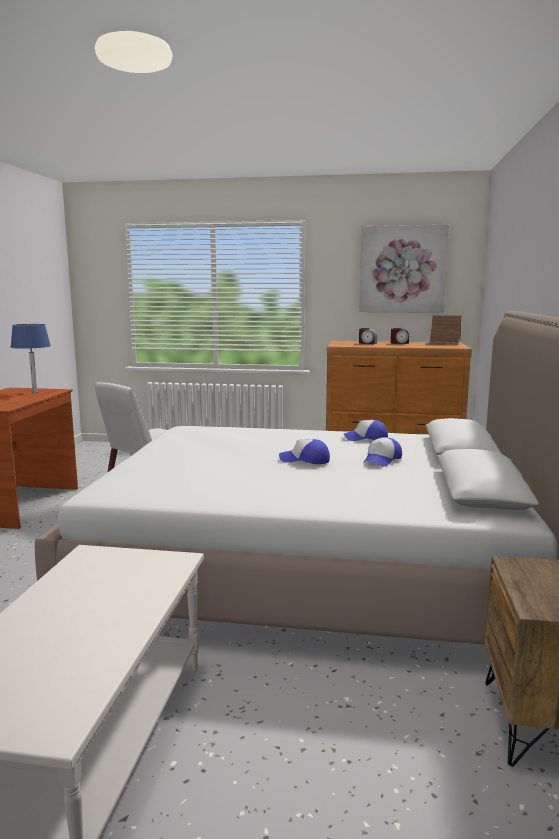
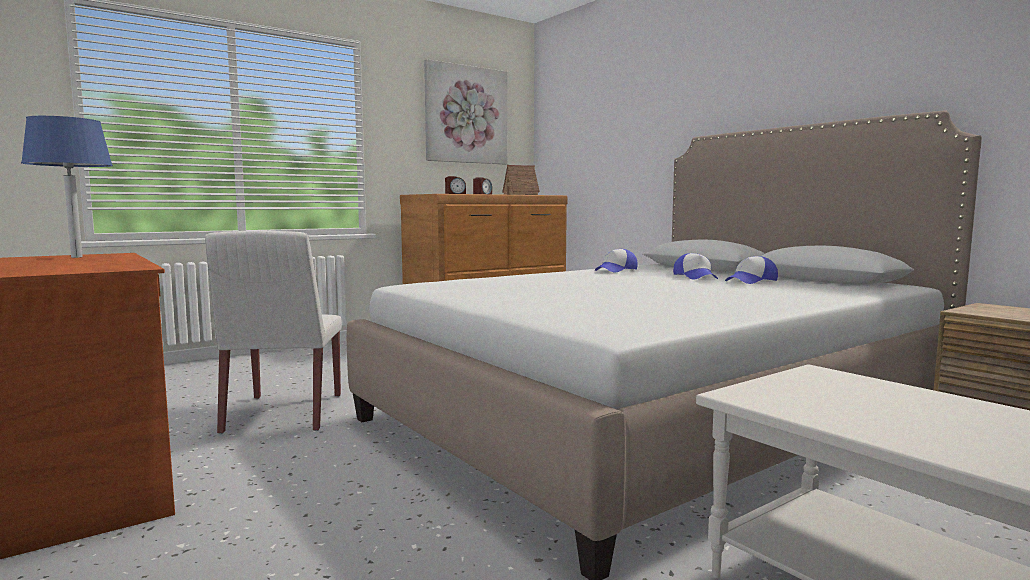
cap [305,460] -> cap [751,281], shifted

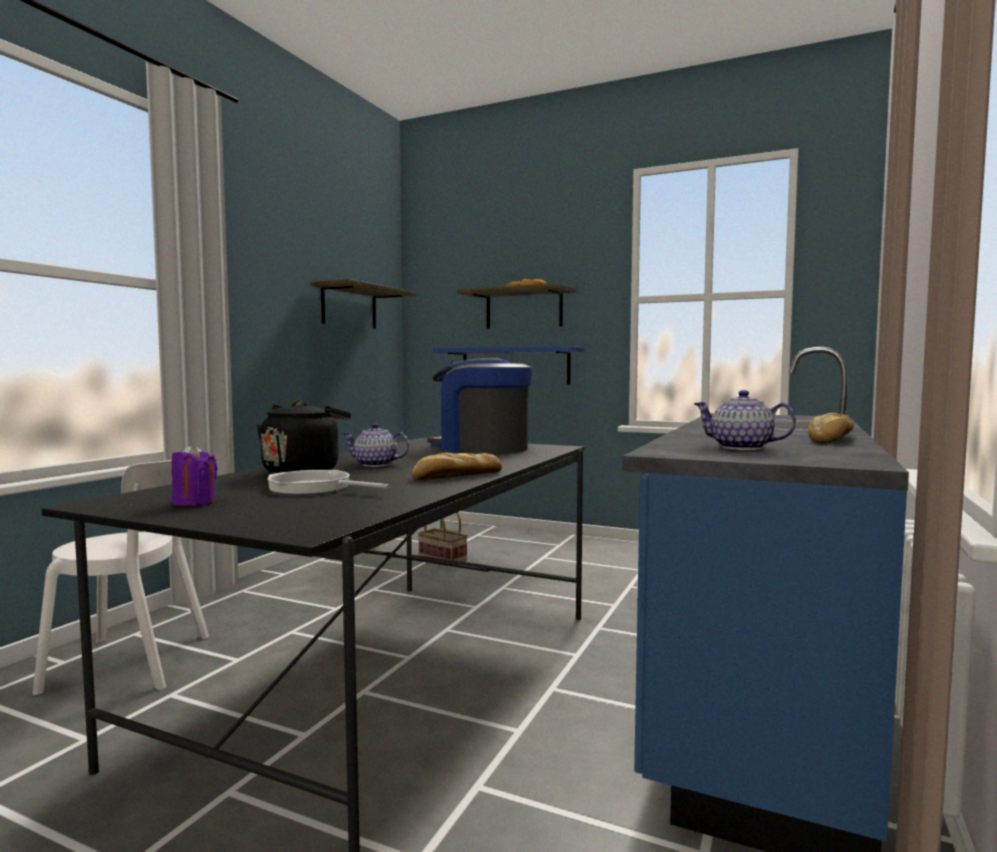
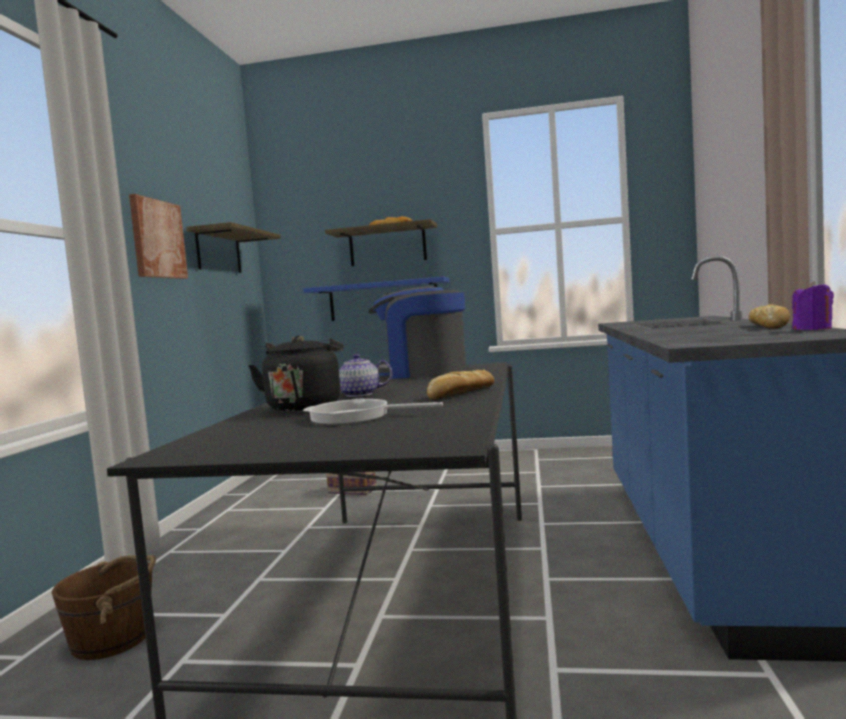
white chair [137,662] -> brown bucket [113,639]
purple candle [195,503] -> purple candle [812,329], shifted
teapot [742,447] -> none
none -> picture [157,239]

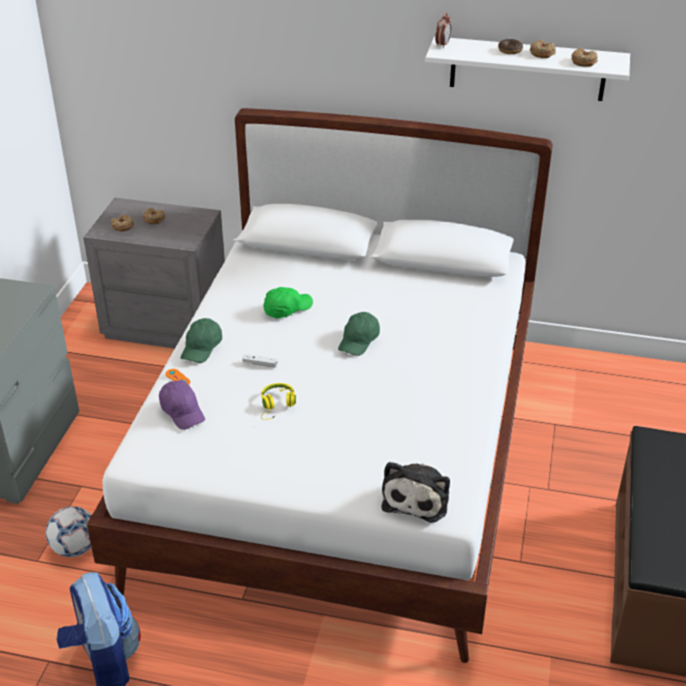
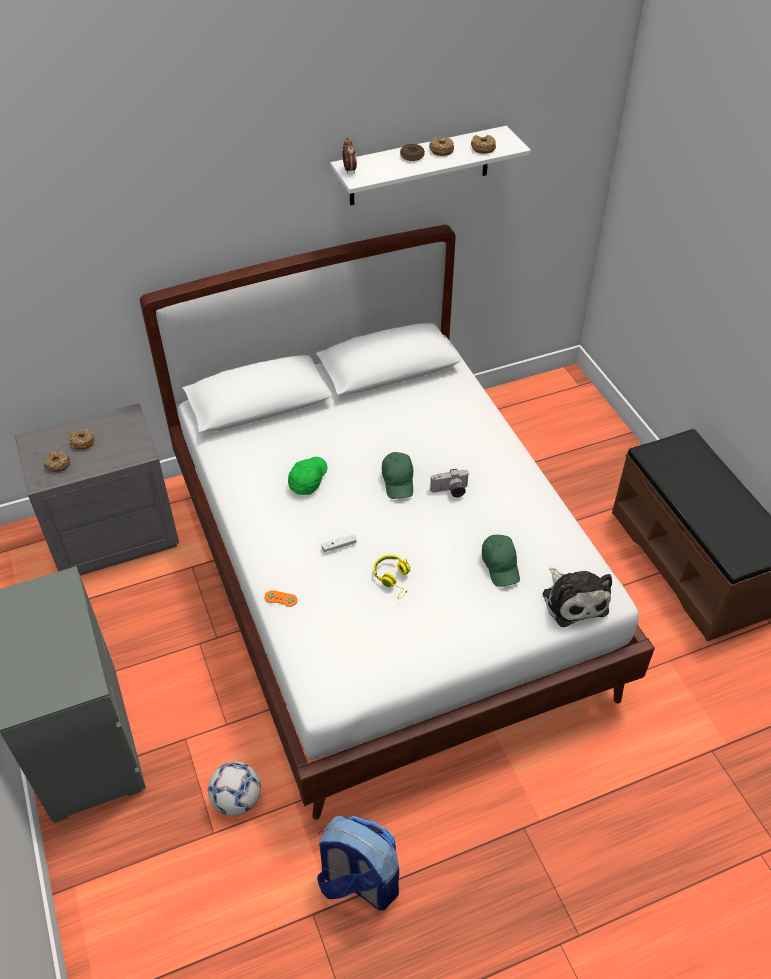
purple cap [182,411] -> none
green cap [202,348] -> green cap [500,565], shifted
none -> photo camera [450,491]

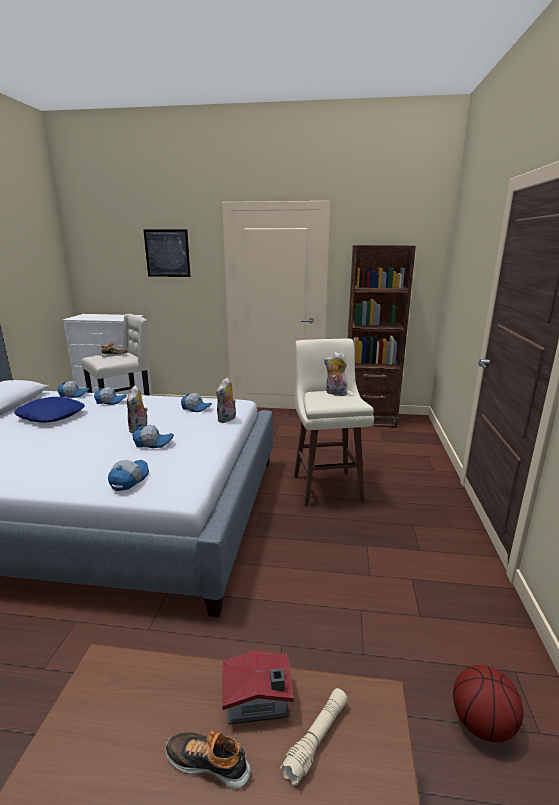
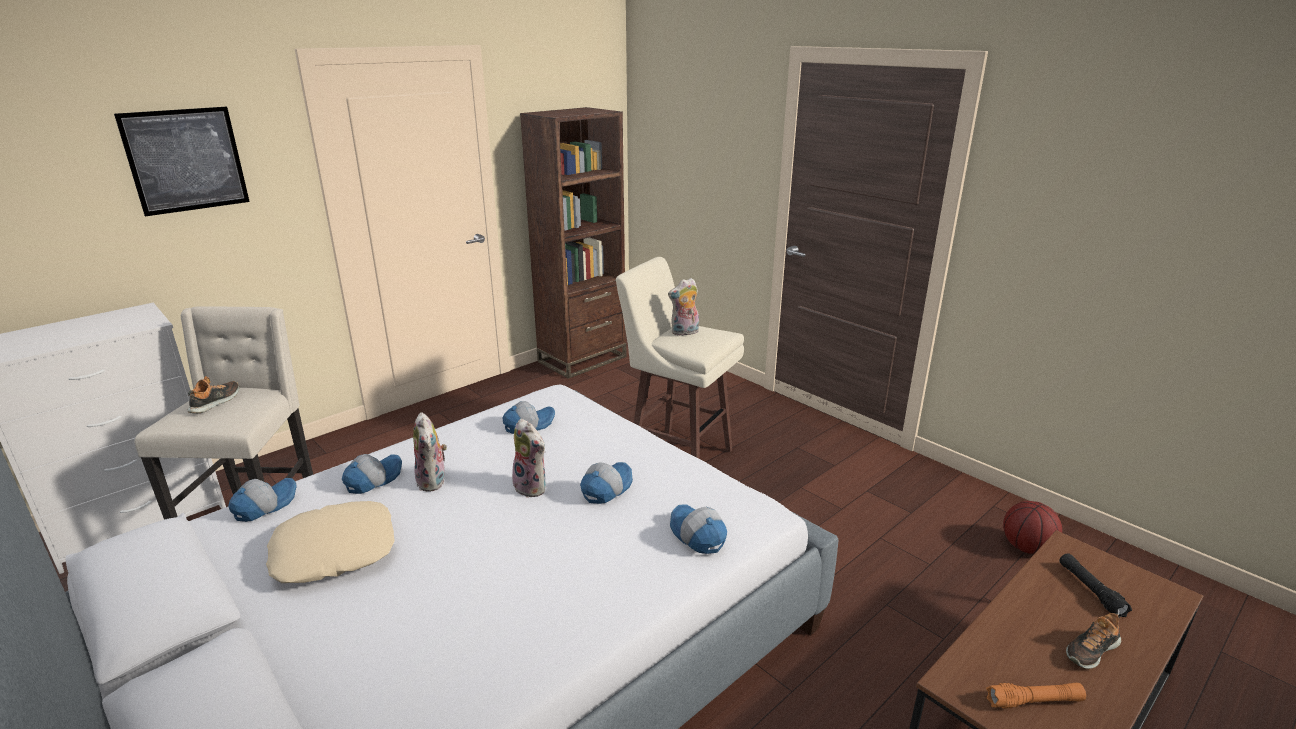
blue pillow [52,416] -> beige pillow [334,551]
plush toy [227,419] -> plush toy [434,481], shifted
toy house [259,703] -> none
beige flashlight [316,739] -> black flashlight [1090,590]
none -> orange flashlight [1034,701]

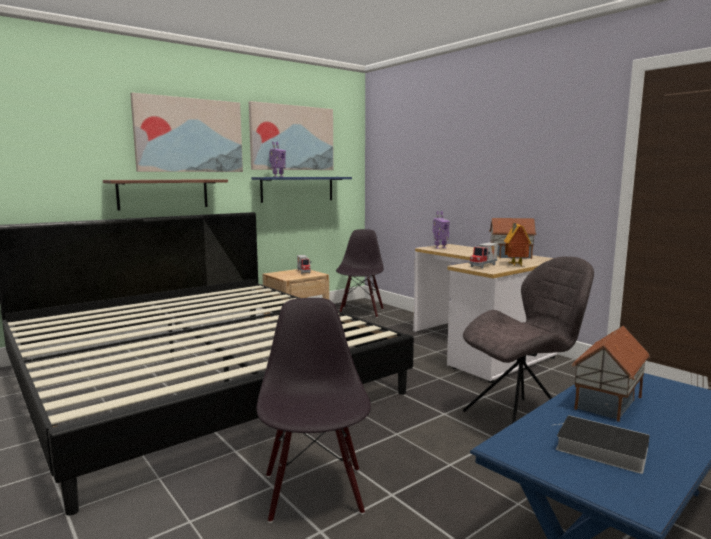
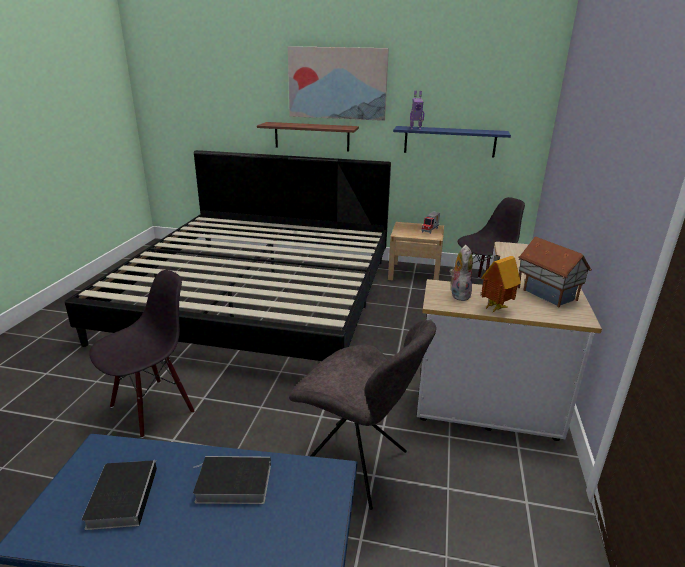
picture [292,138] -> none
toy robot [439,248] -> none
toy truck [484,266] -> plush toy [458,294]
toy house [609,403] -> book [231,484]

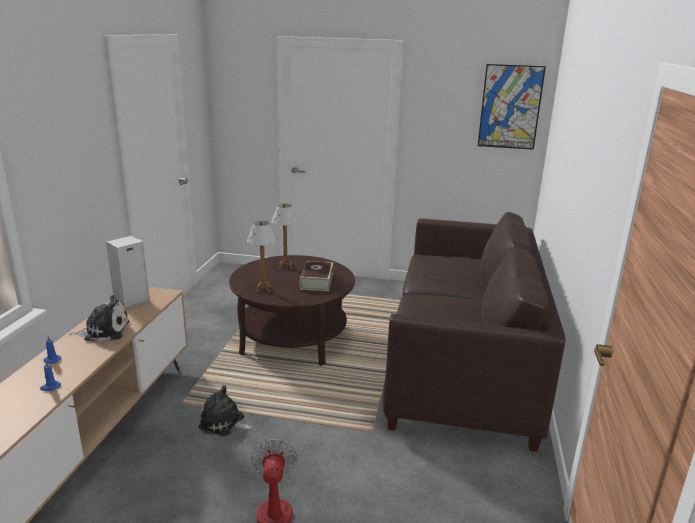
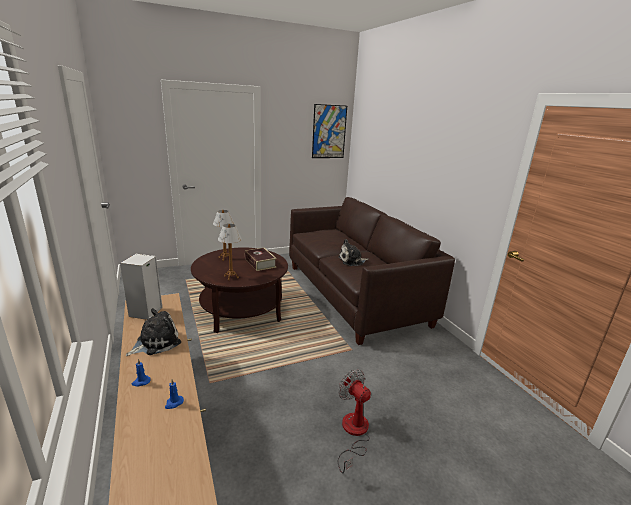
plush toy [224,424] -> plush toy [352,261], shifted

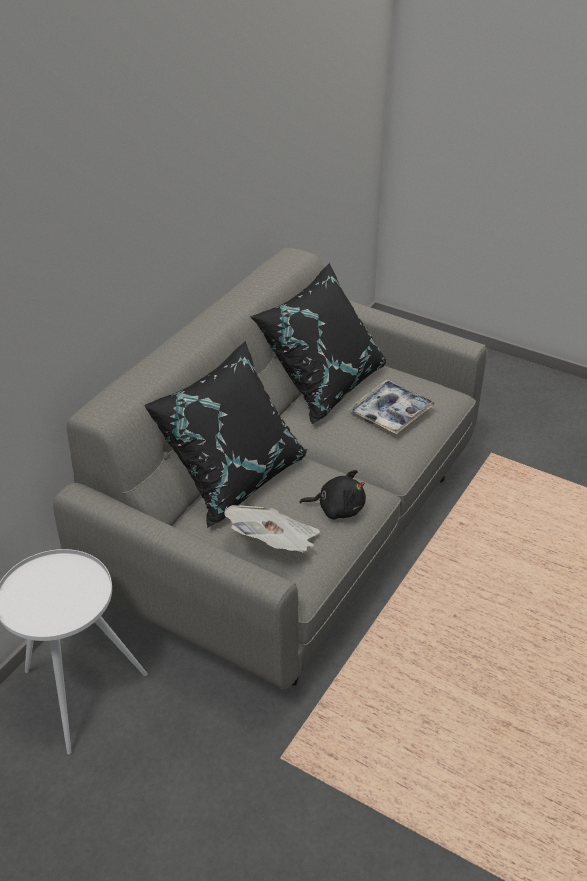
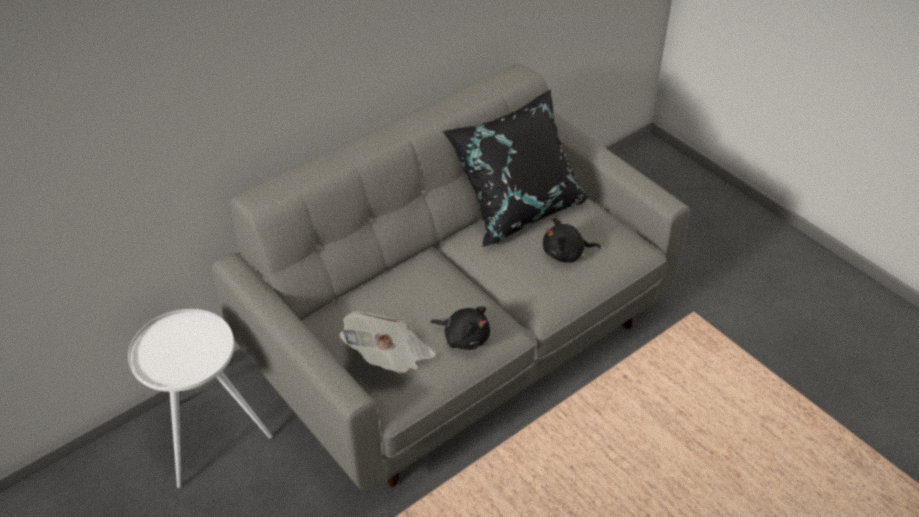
black pillow [232,476] -> none
tray [391,413] -> black plush toy [566,254]

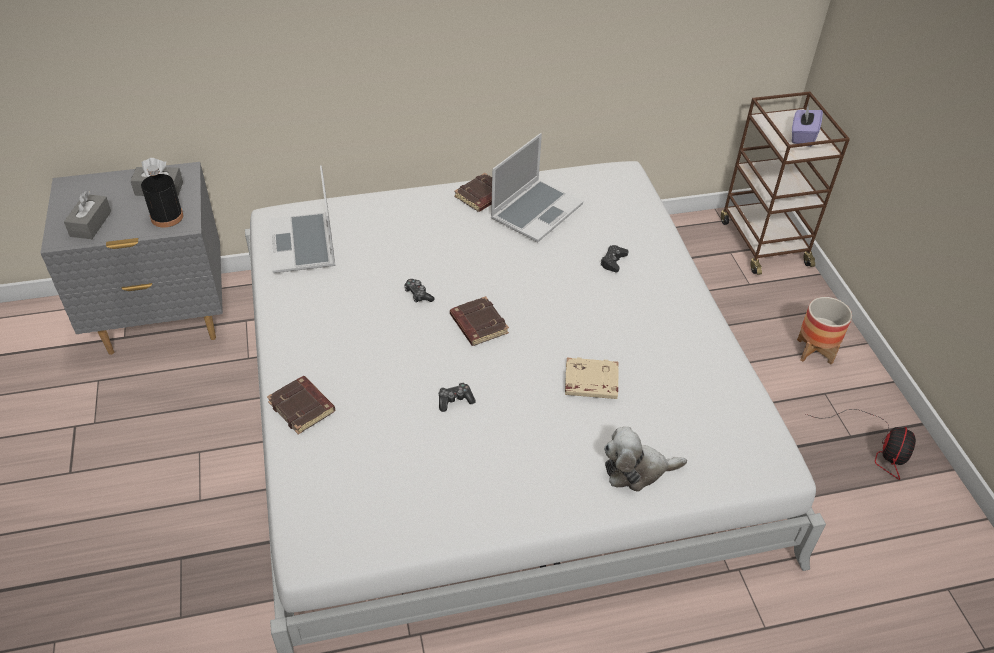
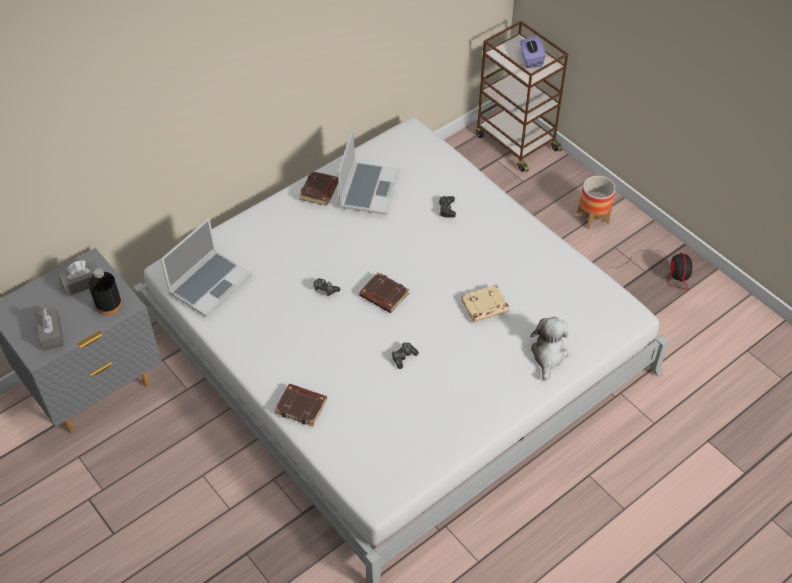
laptop [304,245] -> laptop [210,283], 105 degrees counterclockwise
plush toy [637,470] -> plush toy [548,355], 135 degrees clockwise

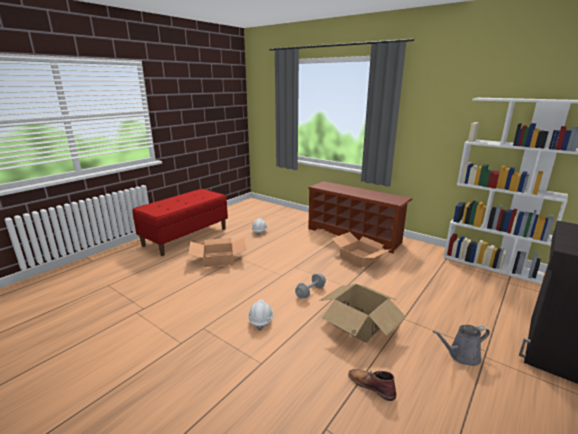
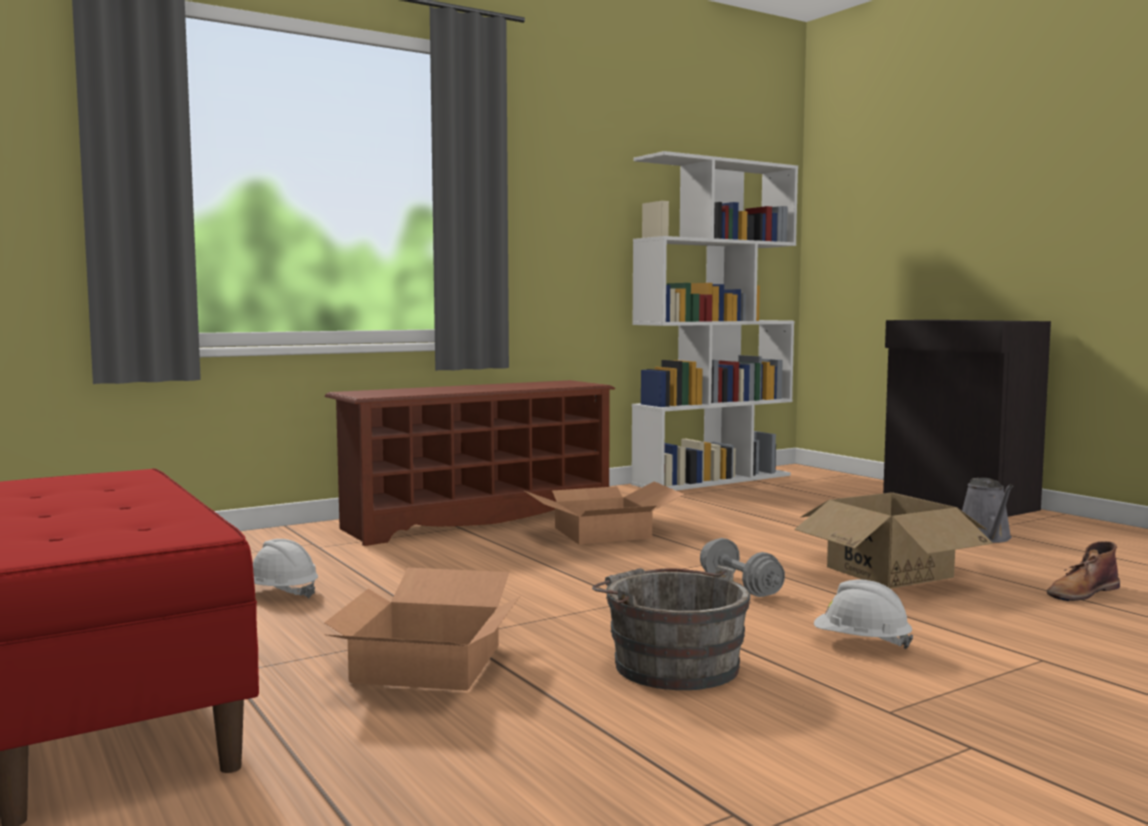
none -> grey bucket [670,664]

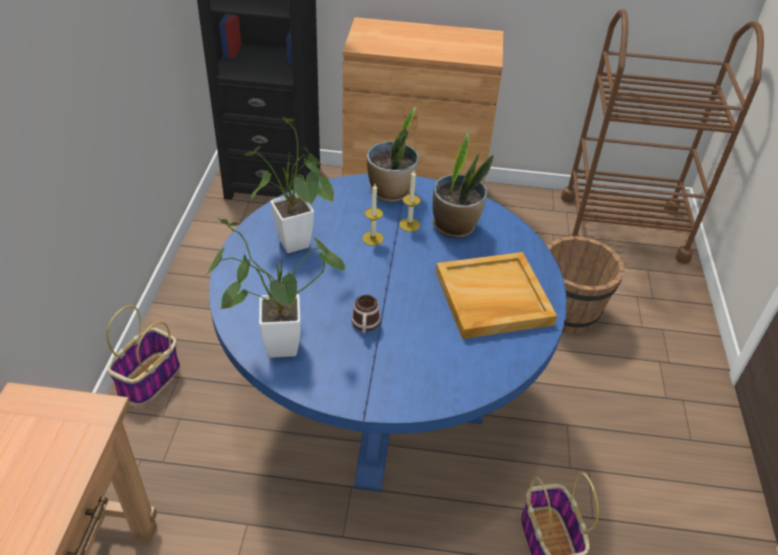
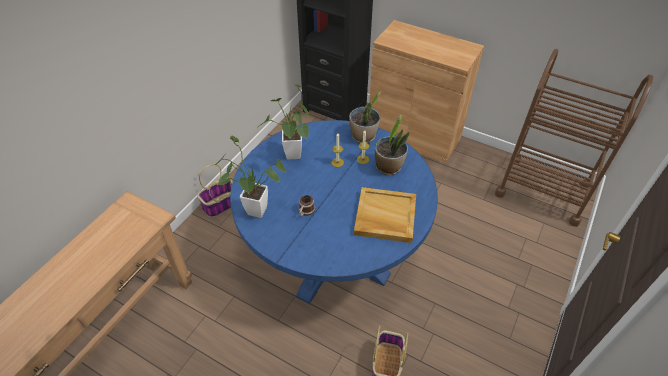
brown bucket [568,311] -> none

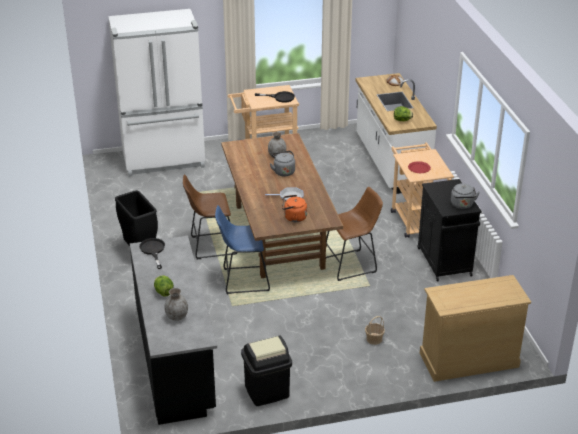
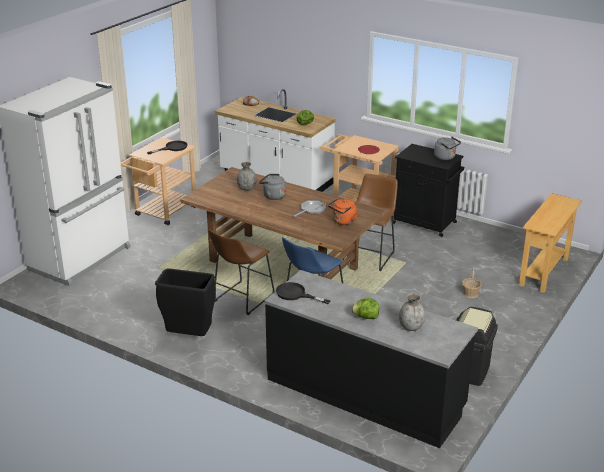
beige dresser [468,359] -> beige console table [544,272]

